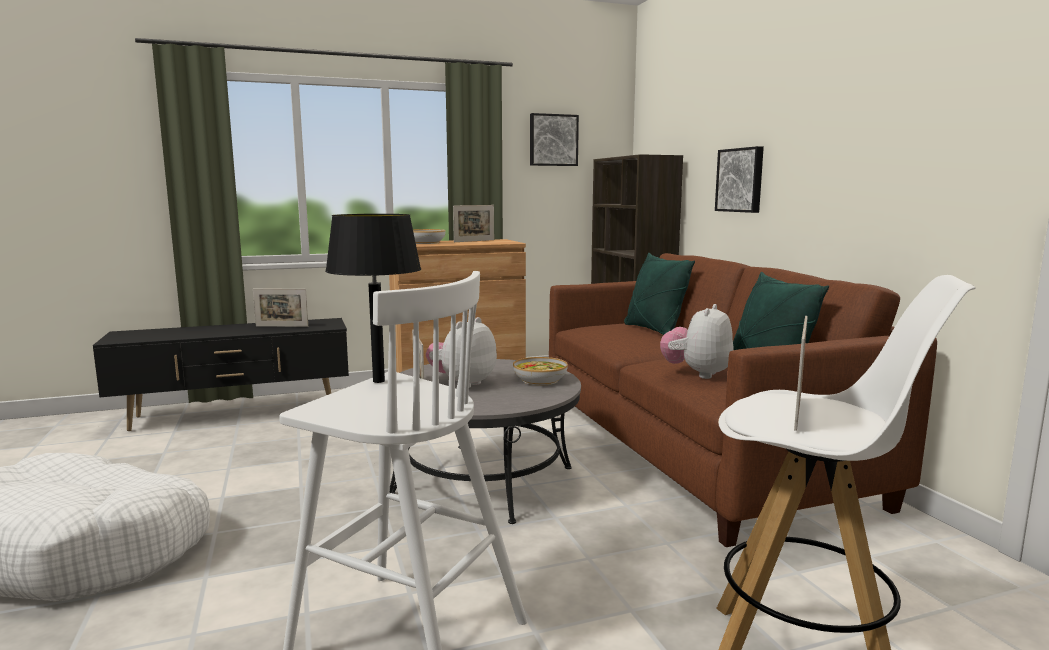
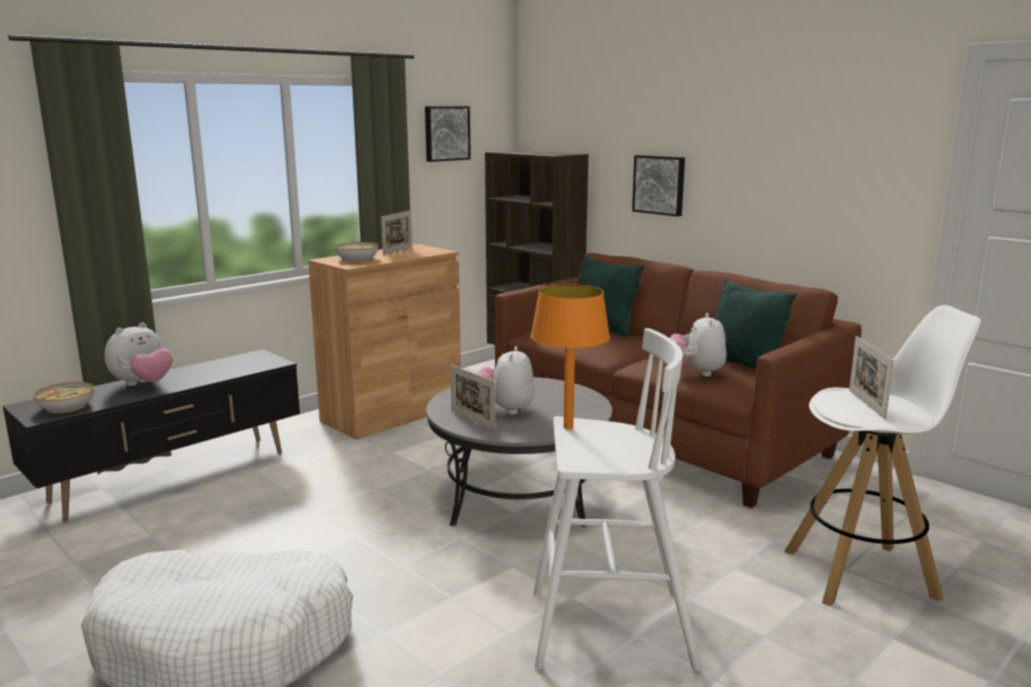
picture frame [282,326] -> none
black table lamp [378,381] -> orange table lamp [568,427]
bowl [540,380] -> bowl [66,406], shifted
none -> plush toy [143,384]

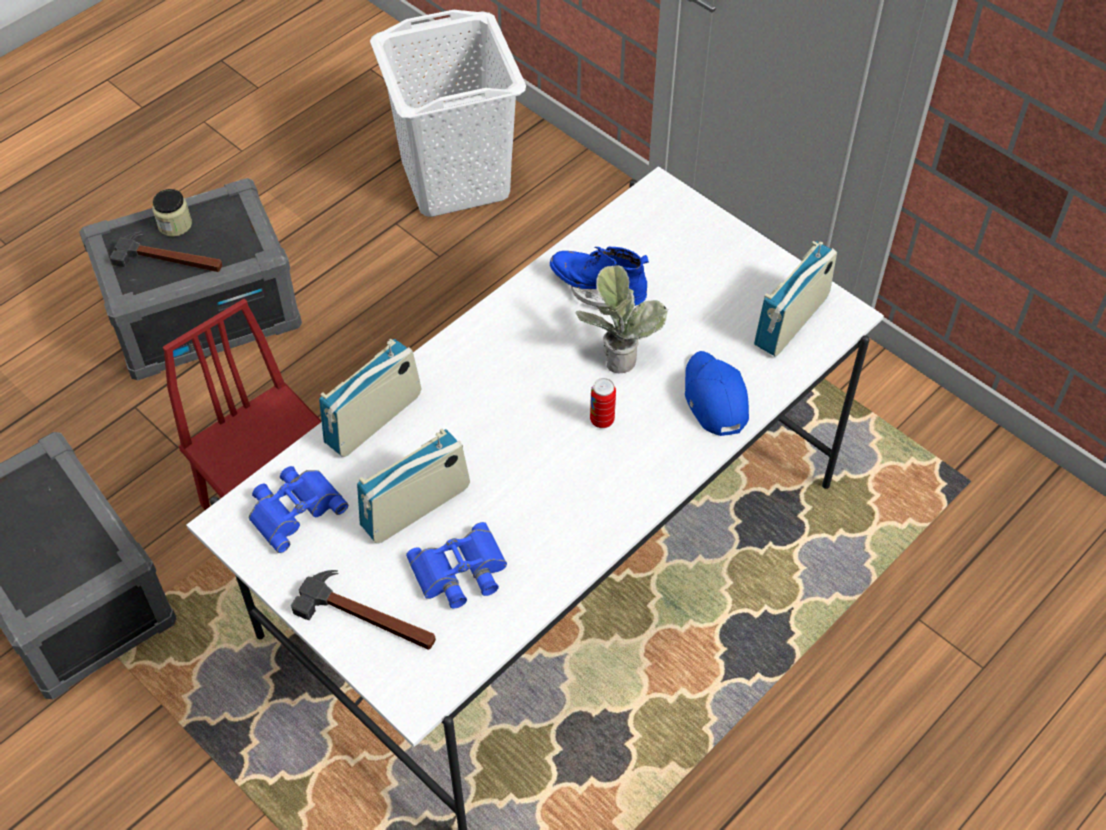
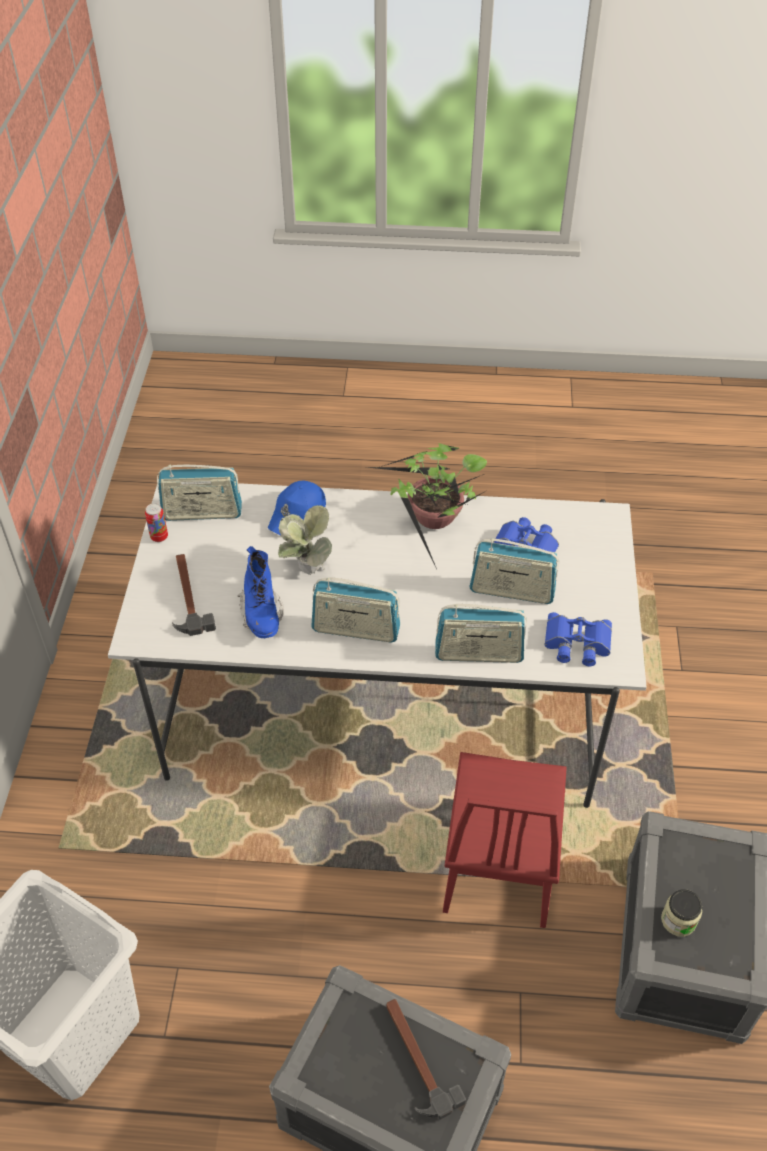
jar [175,225] -> jar [678,920], shifted
hammer [368,617] -> hammer [188,596], shifted
can [602,420] -> can [159,537], shifted
none -> radio [356,629]
none -> potted plant [434,522]

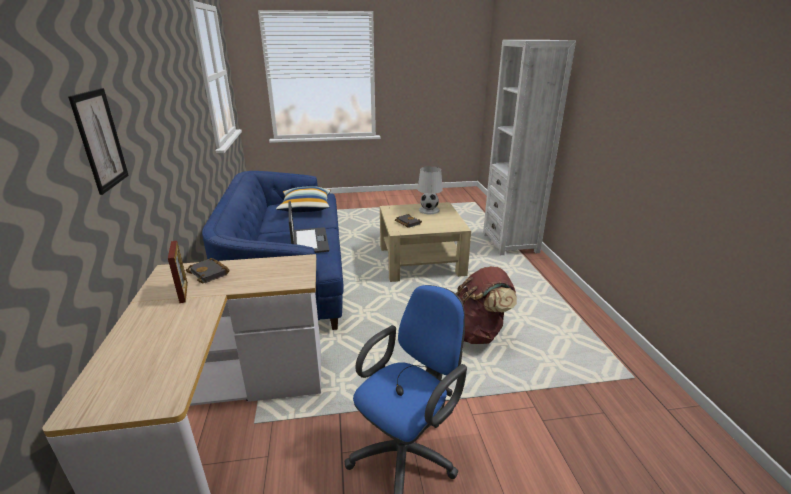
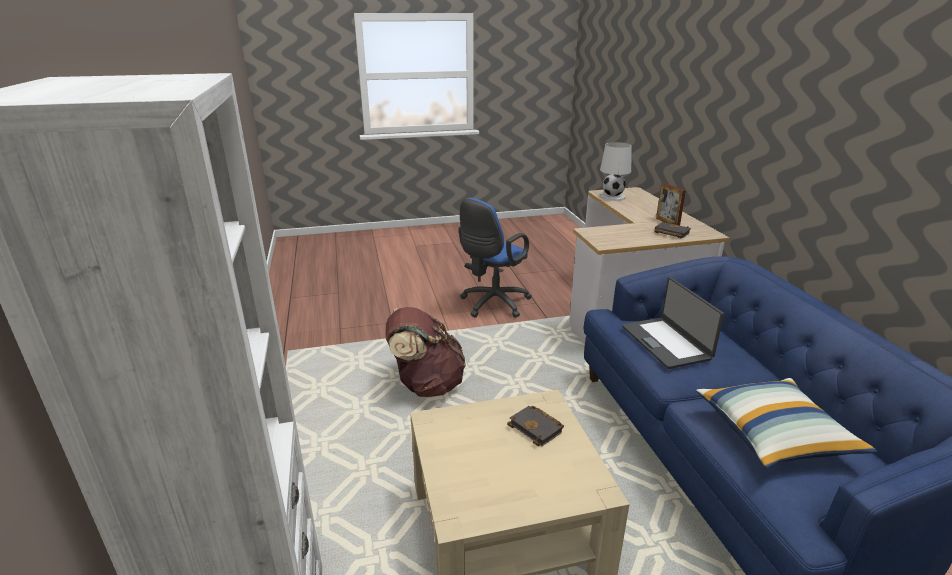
picture [100,140] -> none
white table lamp [429,210] -> white table lamp [612,197], shifted

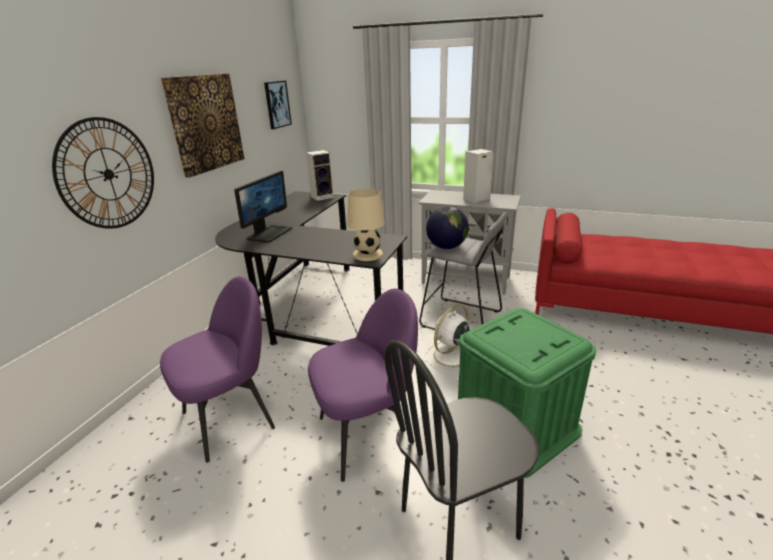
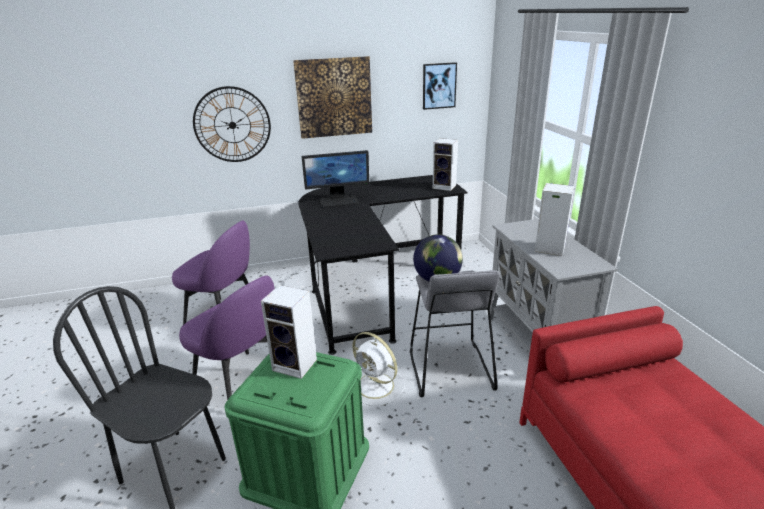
beige table lamp [367,254] -> none
white fan [449,357] -> white fan [376,386], 150 degrees counterclockwise
none -> speaker [296,365]

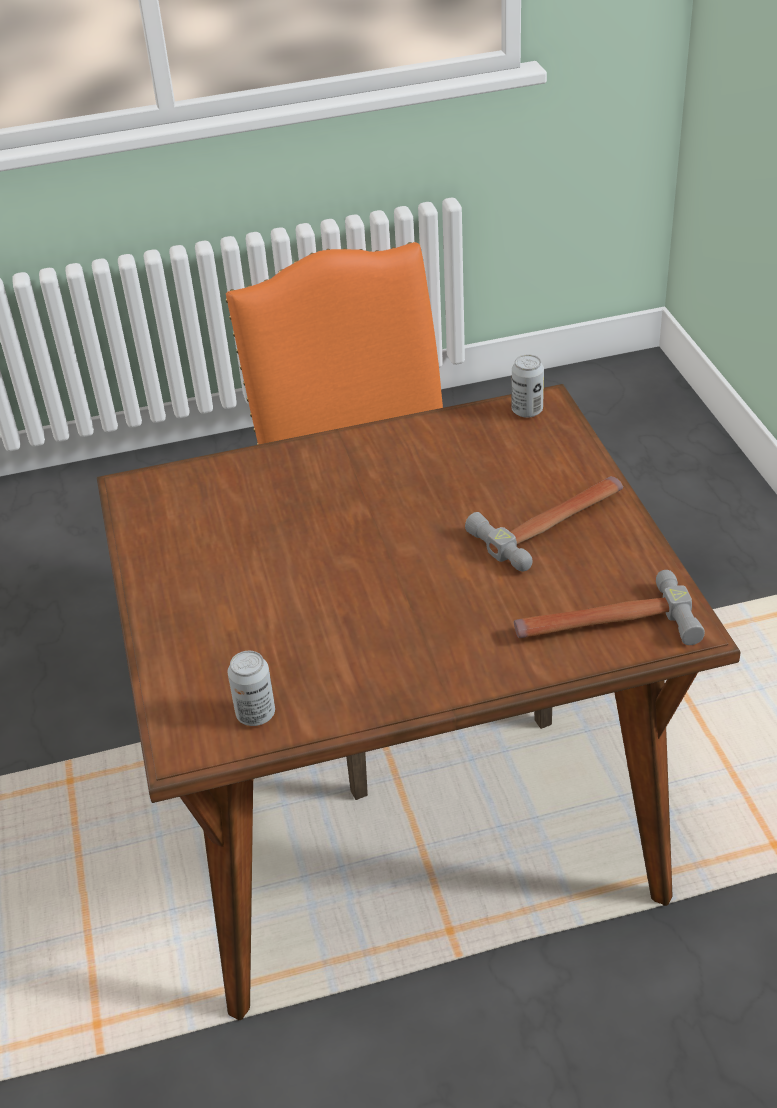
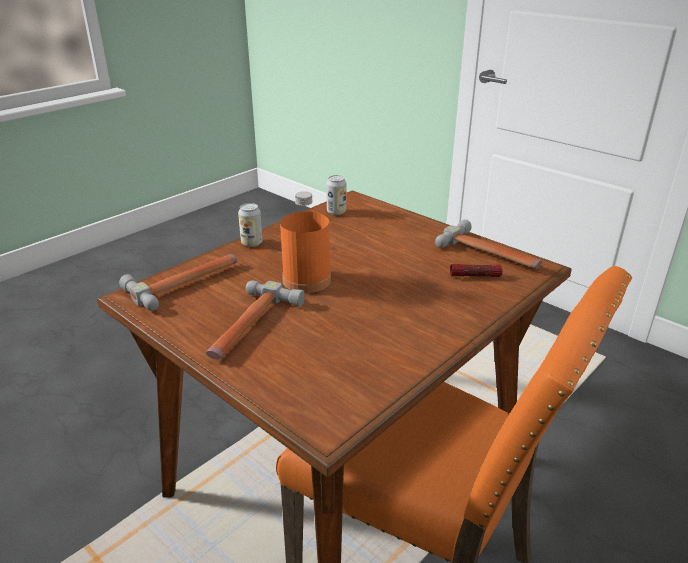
can [527,410] -> can [252,243], shifted
none -> orange bottle [306,280]
none -> hammer [490,254]
none -> flashlight [475,276]

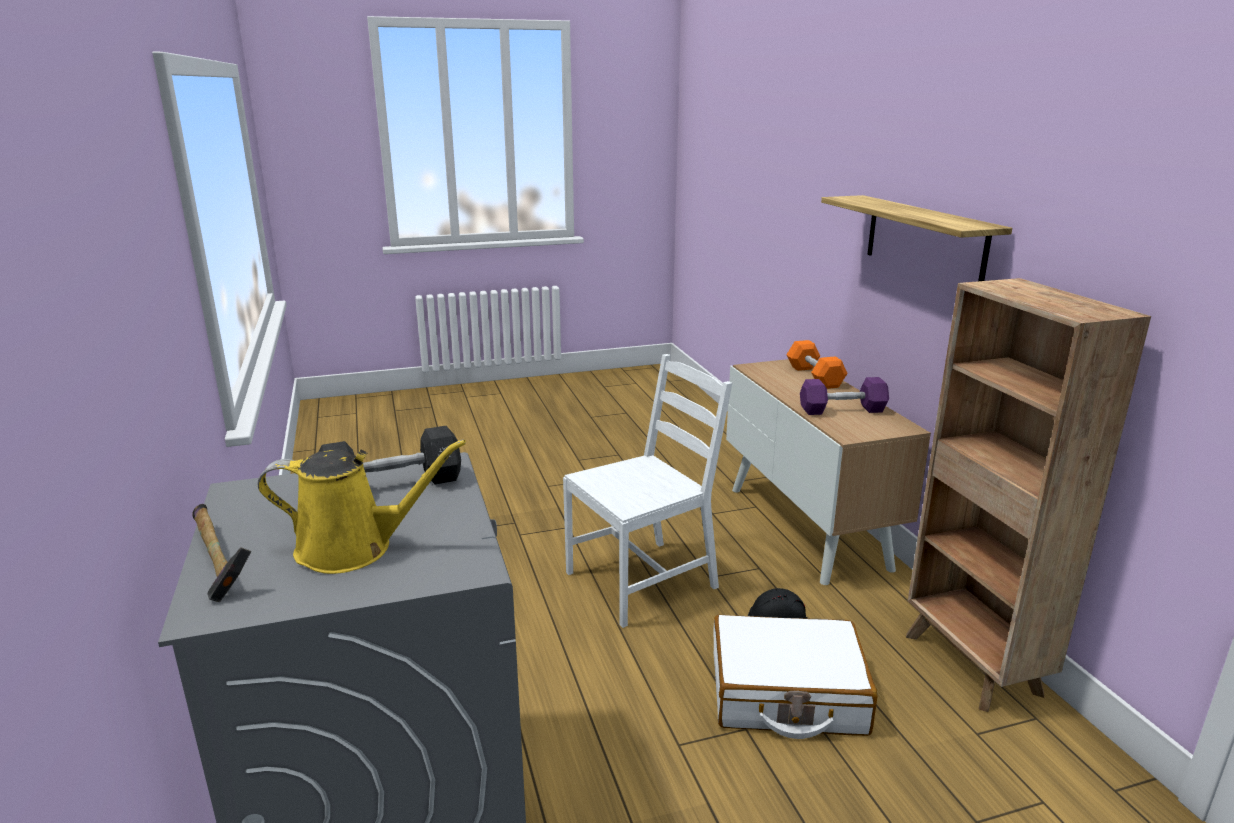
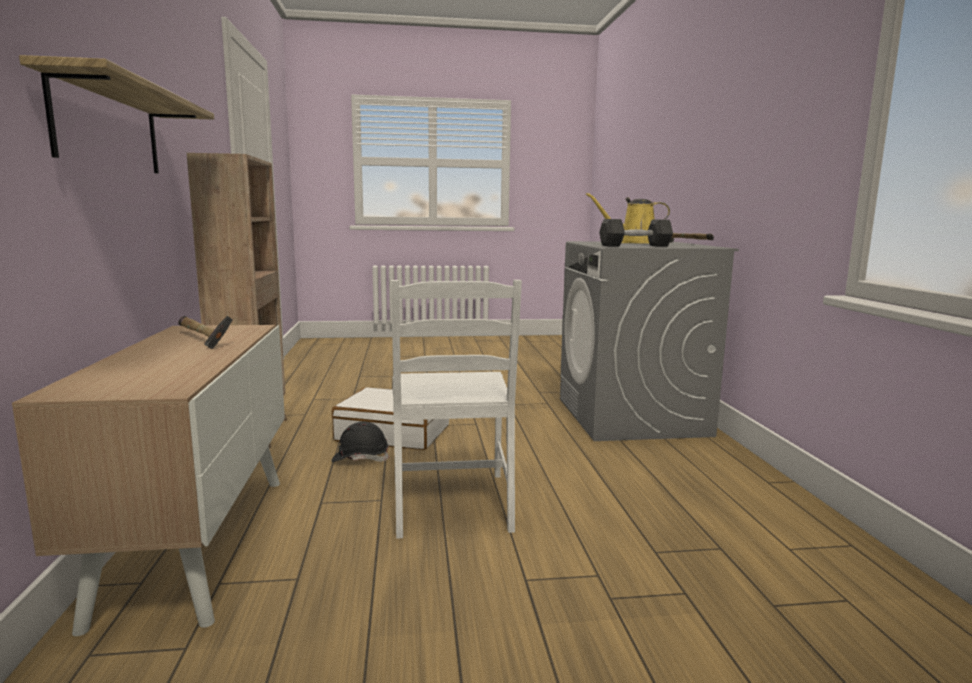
white chair [643,580] -> white chair [452,504], 75 degrees counterclockwise
orange dumbbell [814,377] -> none
purple dumbbell [842,410] -> hammer [201,340]

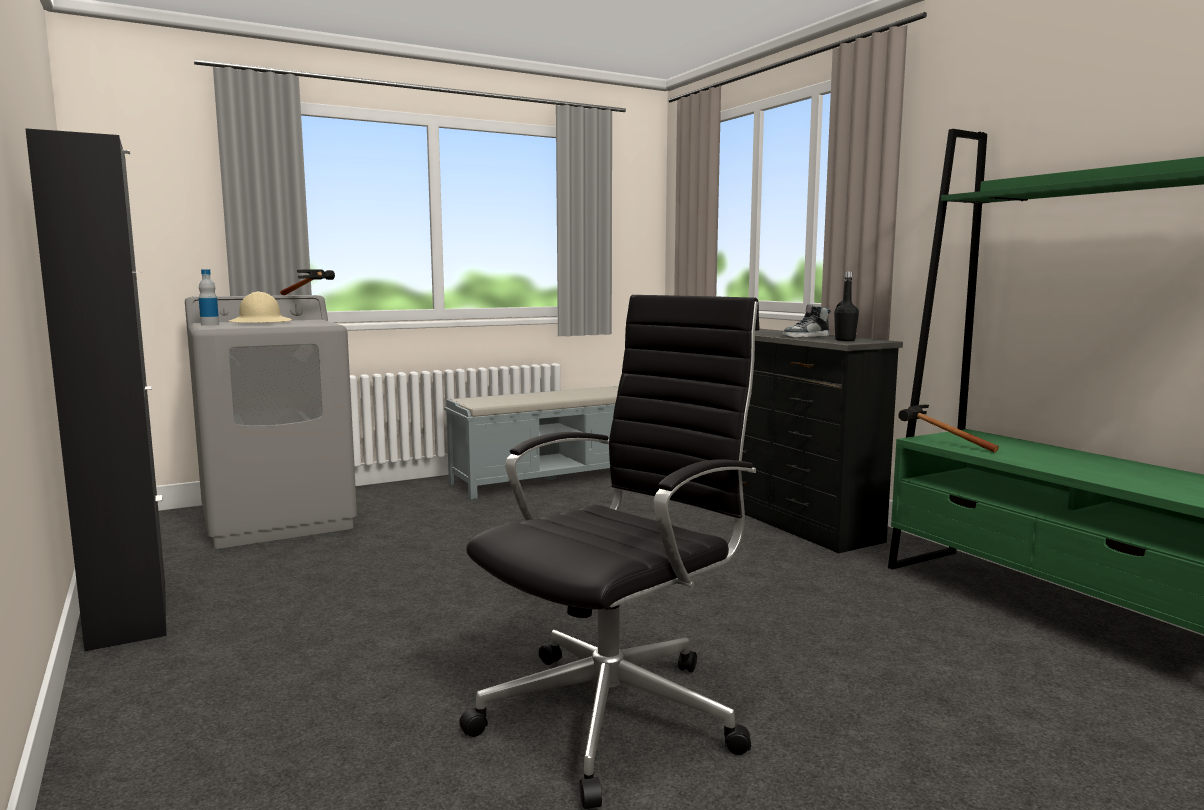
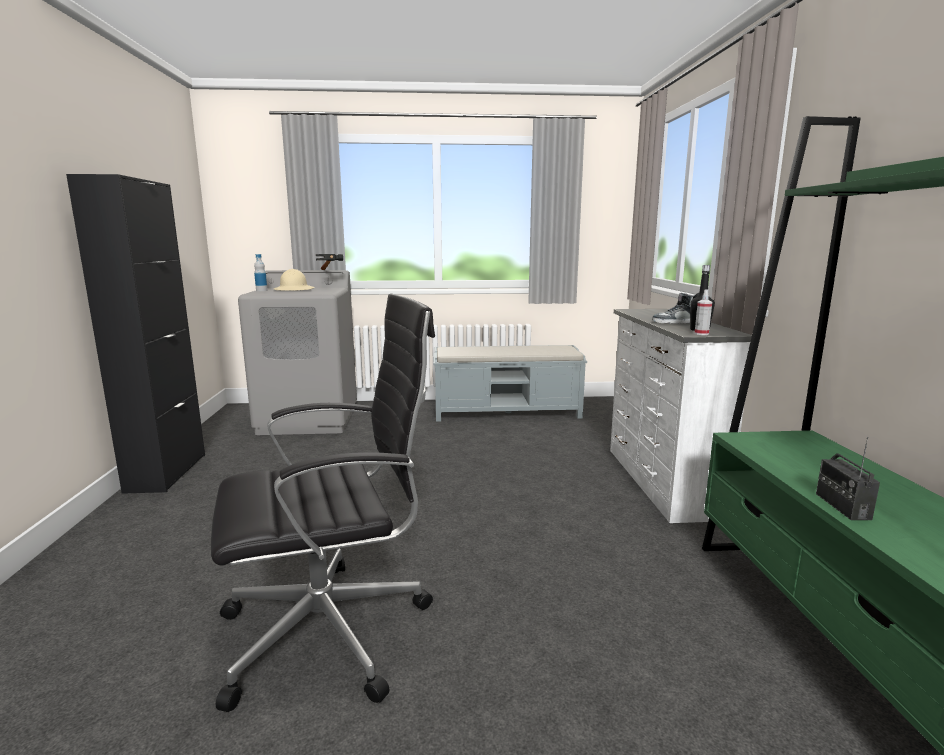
black dresser [790,520] -> white dresser [659,481]
hammer [936,442] -> none
none -> spray bottle [701,334]
none -> radio [842,506]

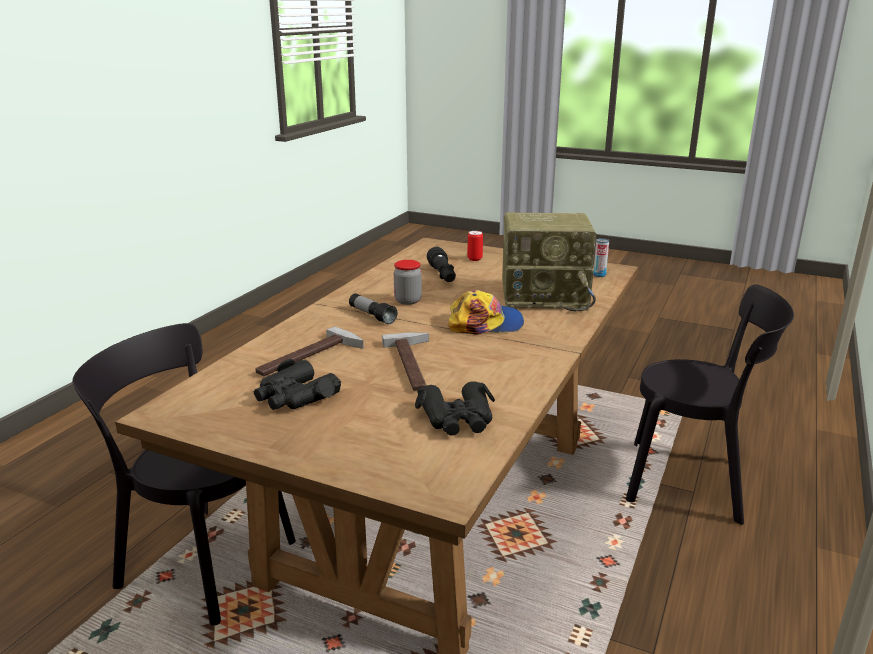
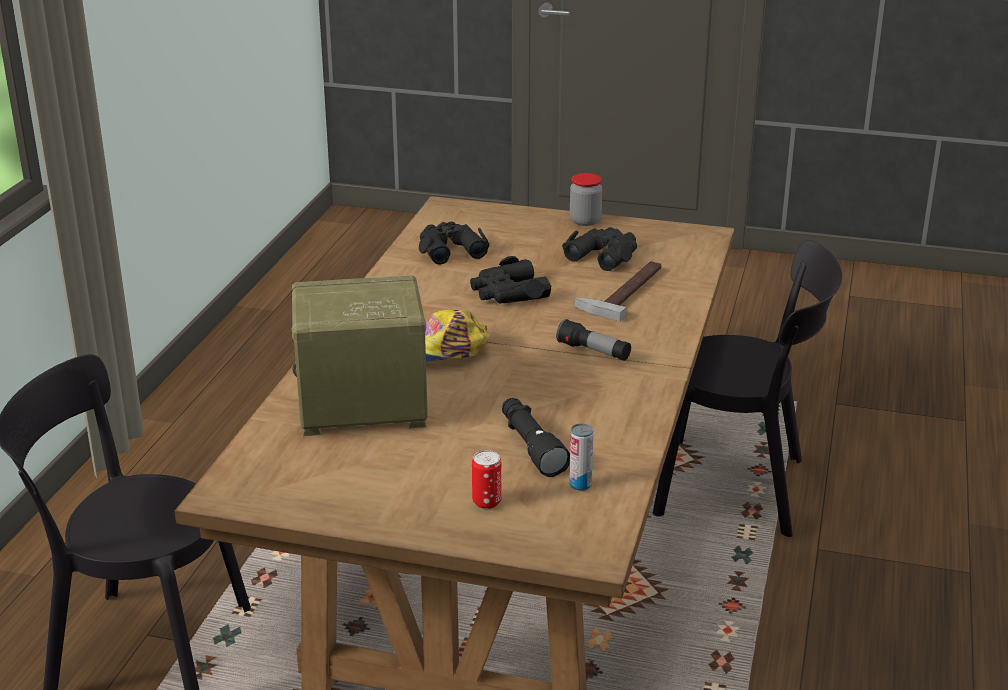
hammer [414,364] -> black binoculars [508,293]
jar [408,301] -> jar [585,221], shifted
can [599,275] -> can [580,484], shifted

